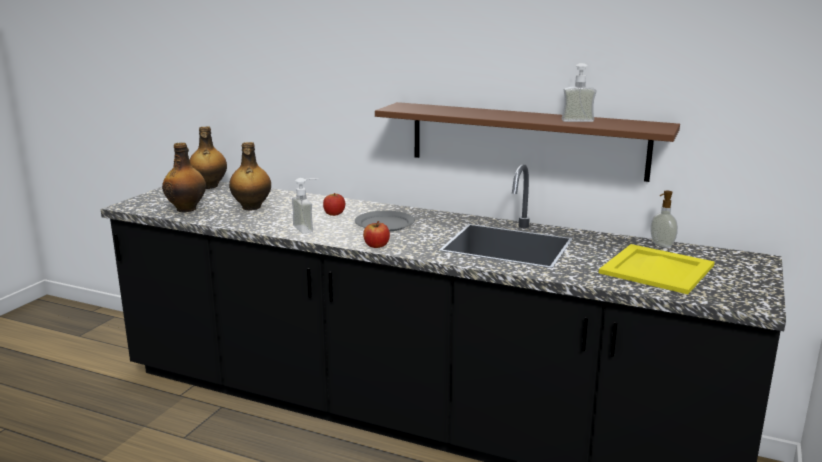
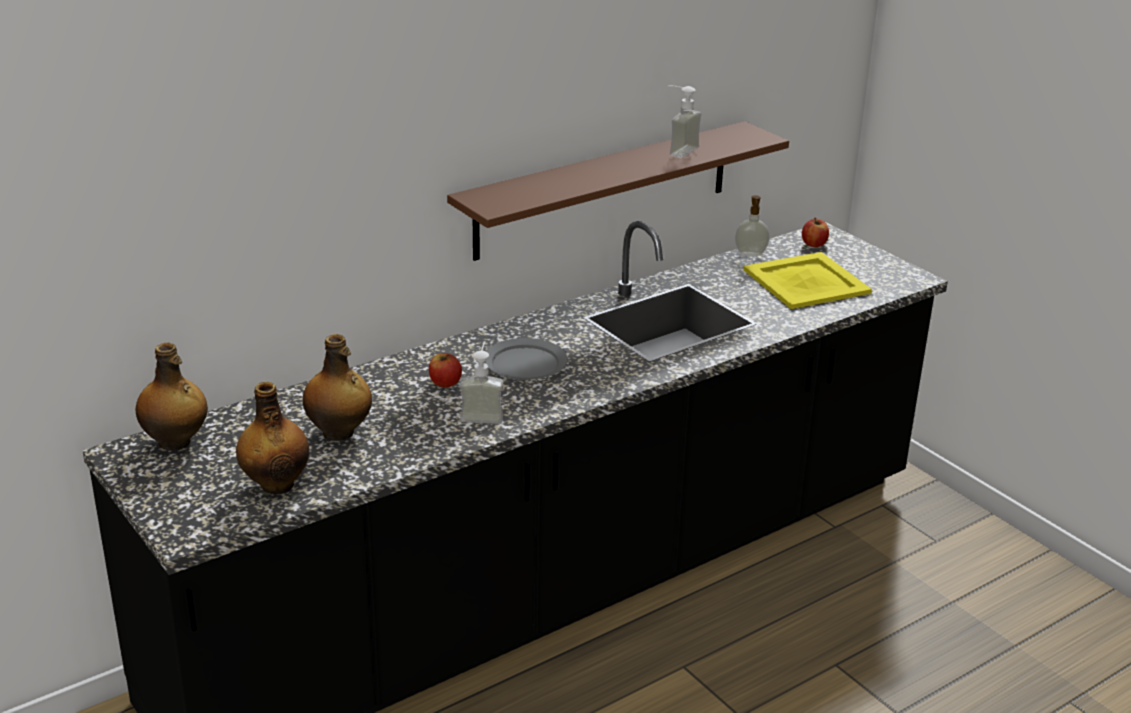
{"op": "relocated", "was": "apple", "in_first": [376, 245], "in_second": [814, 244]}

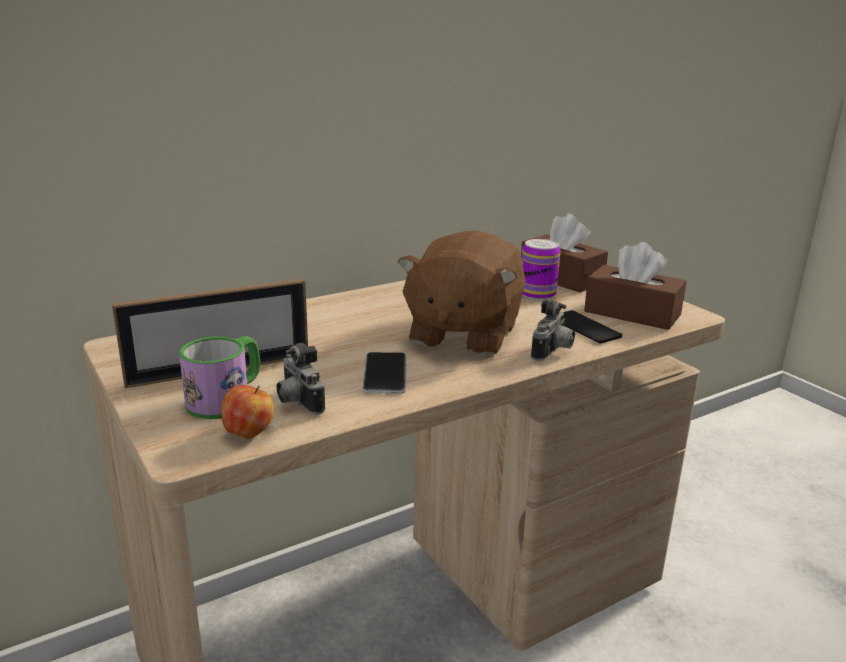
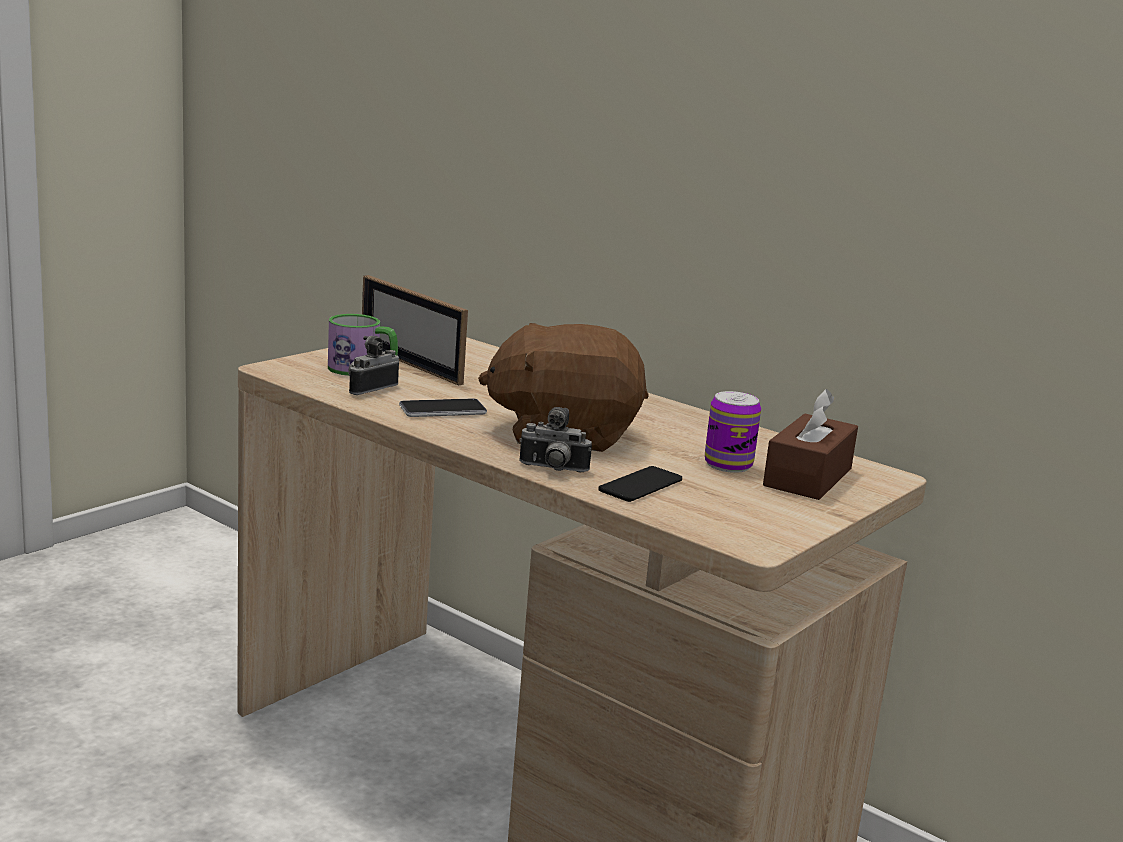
{"op": "missing", "was": "apple", "in_first": [249, 433]}
{"op": "missing", "was": "brown tissue box", "in_first": [632, 313]}

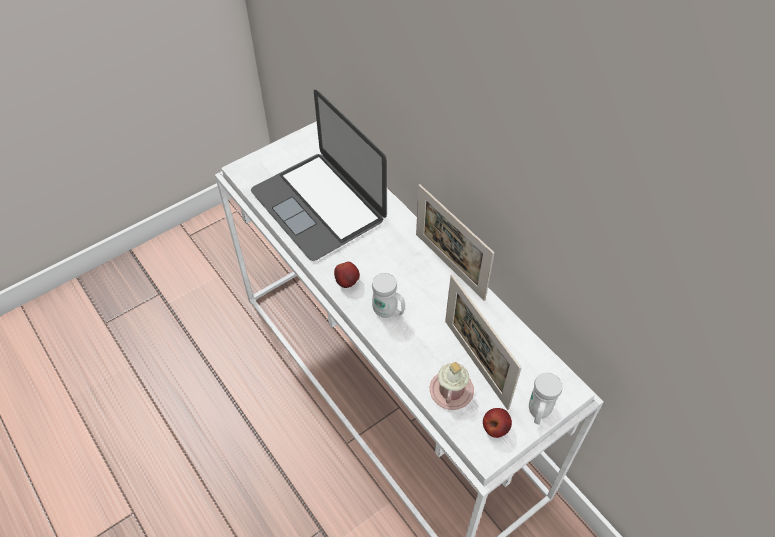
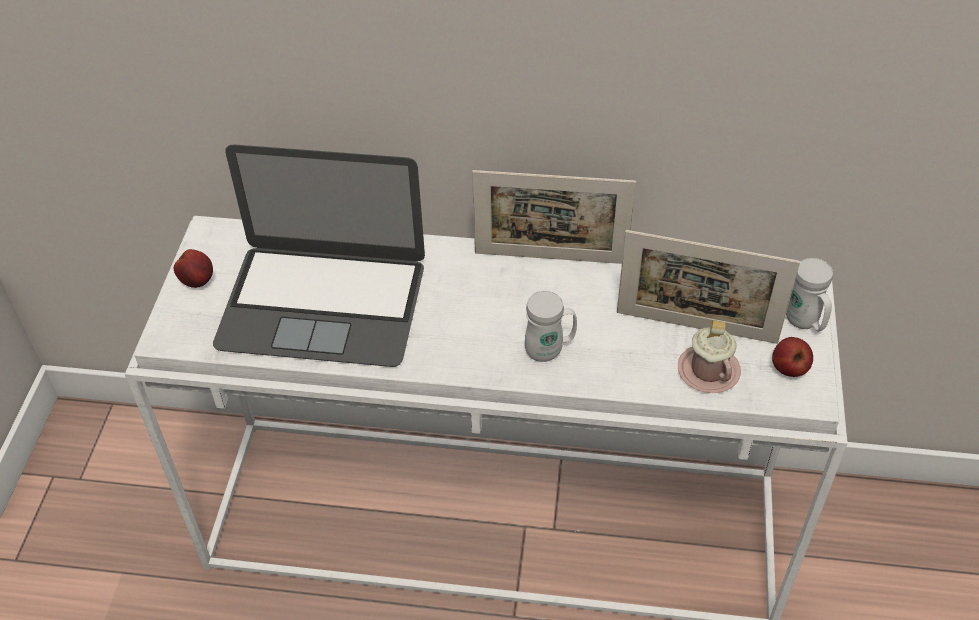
{"op": "relocated", "was": "apple", "in_first": [347, 282], "in_second": [198, 281]}

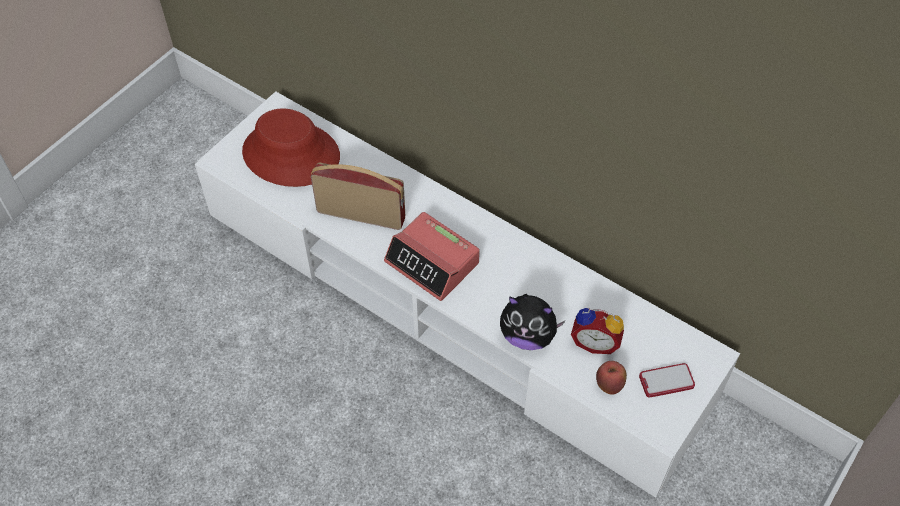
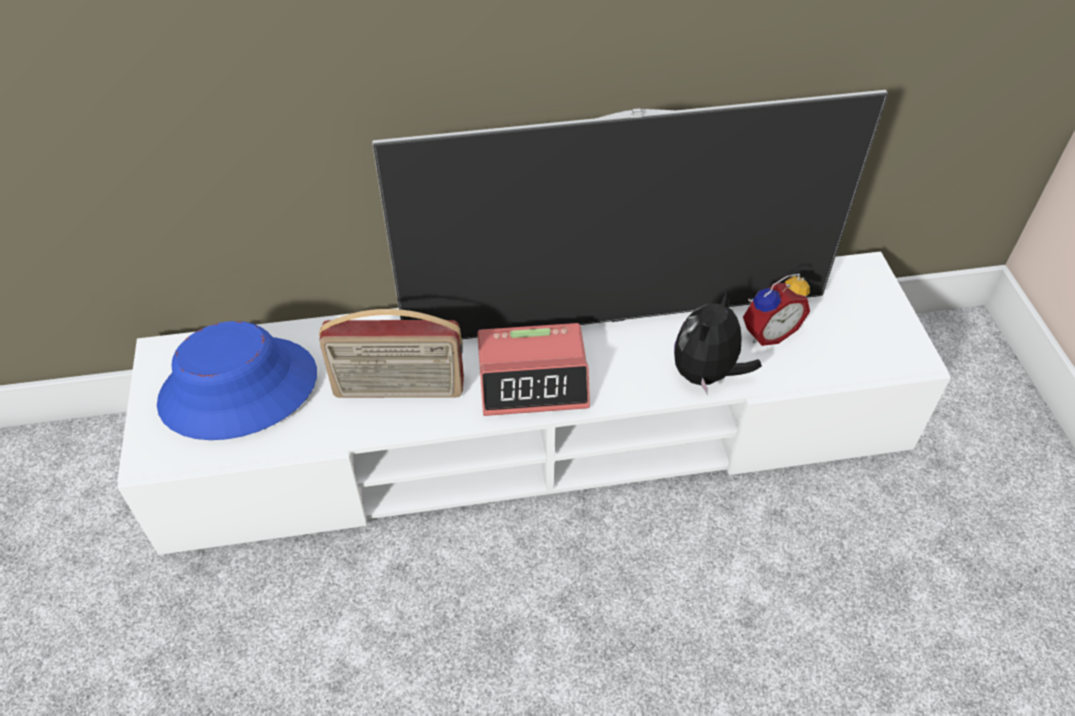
{"op": "missing", "was": "apple", "in_first": [609, 385]}
{"op": "missing", "was": "phone", "in_first": [666, 381]}
{"op": "appeared", "now": "television", "in_second": [617, 318]}
{"op": "colour", "was": "red hat", "now": "blue hat", "in_first": [291, 155], "in_second": [238, 389]}
{"op": "spun", "was": "radio", "in_first": [361, 214], "in_second": [398, 390], "clockwise": -150}
{"op": "spun", "was": "plush toy", "in_first": [527, 336], "in_second": [707, 374], "clockwise": 150}

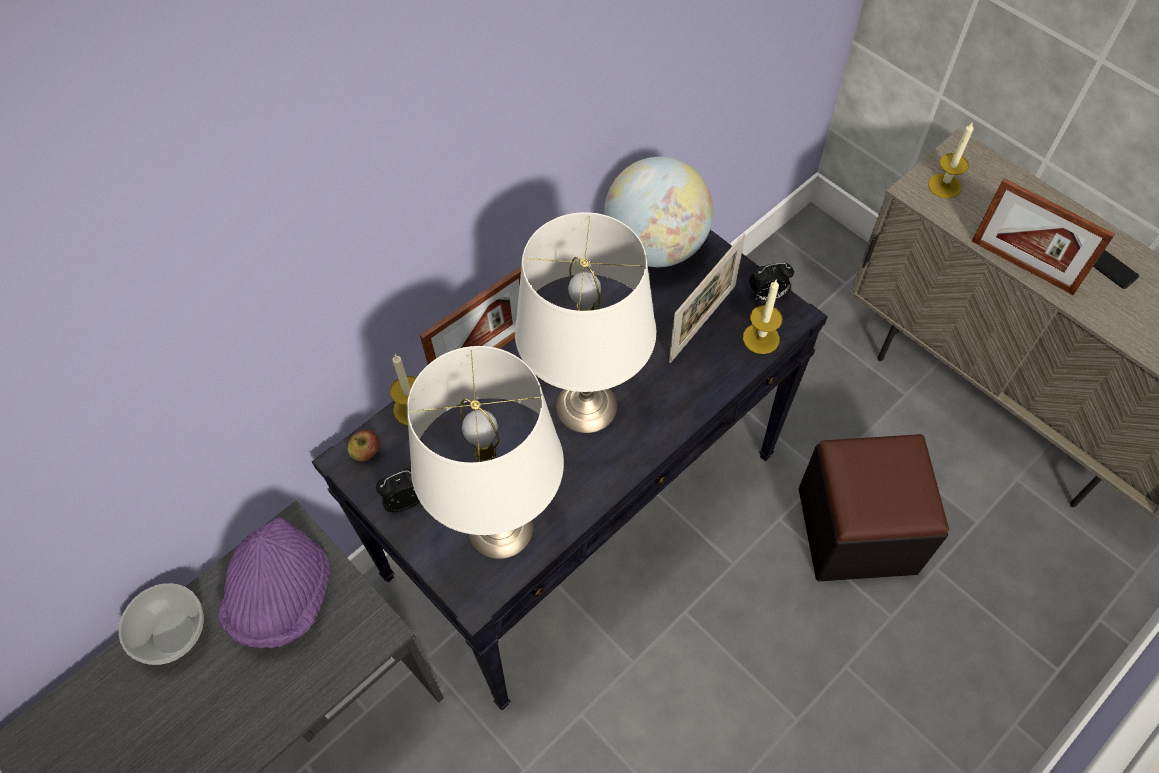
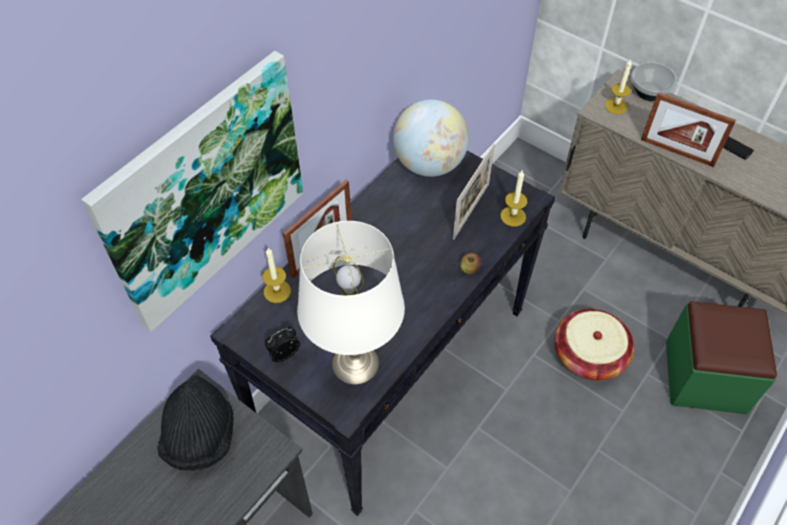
{"op": "missing", "was": "white table lamp", "in_first": [587, 406]}
{"op": "missing", "was": "alarm clock", "in_first": [767, 296]}
{"op": "appeared", "now": "picture", "in_second": [205, 192]}
{"op": "appeared", "now": "green ottoman", "in_second": [705, 376]}
{"op": "relocated", "was": "bowl", "in_first": [174, 635], "in_second": [649, 93]}
{"op": "relocated", "was": "apple", "in_first": [366, 452], "in_second": [469, 269]}
{"op": "exchanged", "was": "black ottoman", "now": "basket", "in_first": [857, 530], "in_second": [589, 355]}
{"op": "colour", "was": "purple hat", "now": "black hat", "in_first": [283, 597], "in_second": [200, 437]}

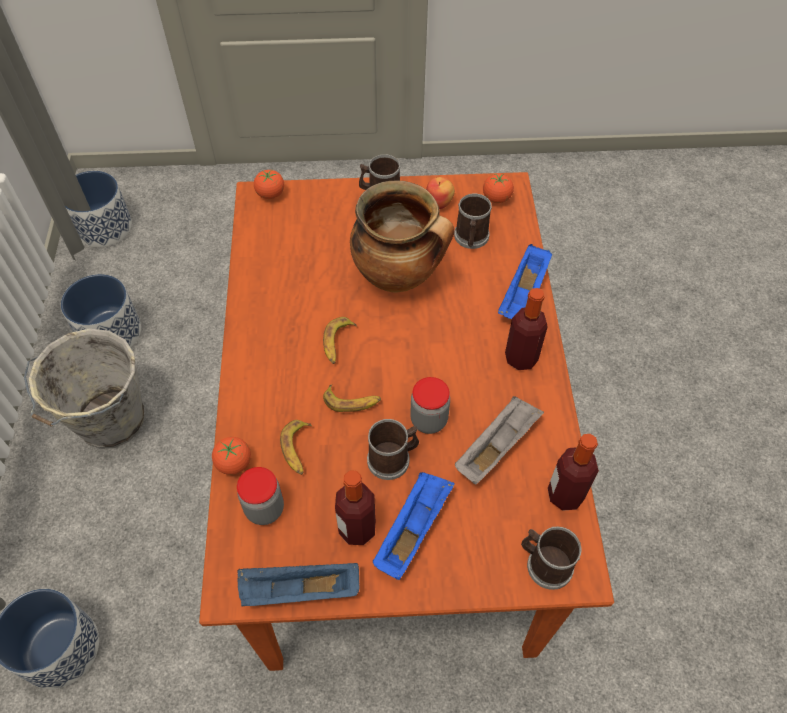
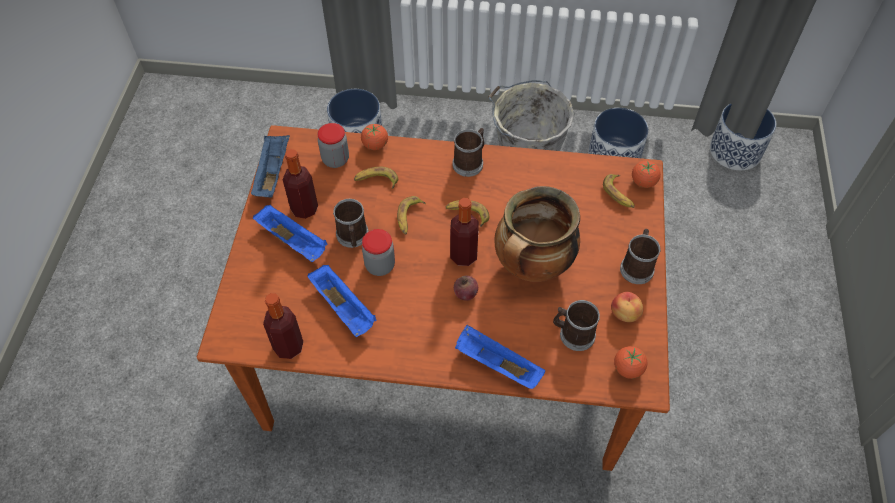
{"op": "appeared", "now": "apple", "in_second": [465, 293]}
{"op": "appeared", "now": "banana", "in_second": [618, 194]}
{"op": "relocated", "was": "bottle", "in_first": [521, 358], "in_second": [463, 255]}
{"op": "relocated", "was": "mug", "in_first": [544, 563], "in_second": [470, 162]}
{"op": "colour", "was": "grey tray", "now": "blue tray", "in_first": [497, 446], "in_second": [344, 308]}

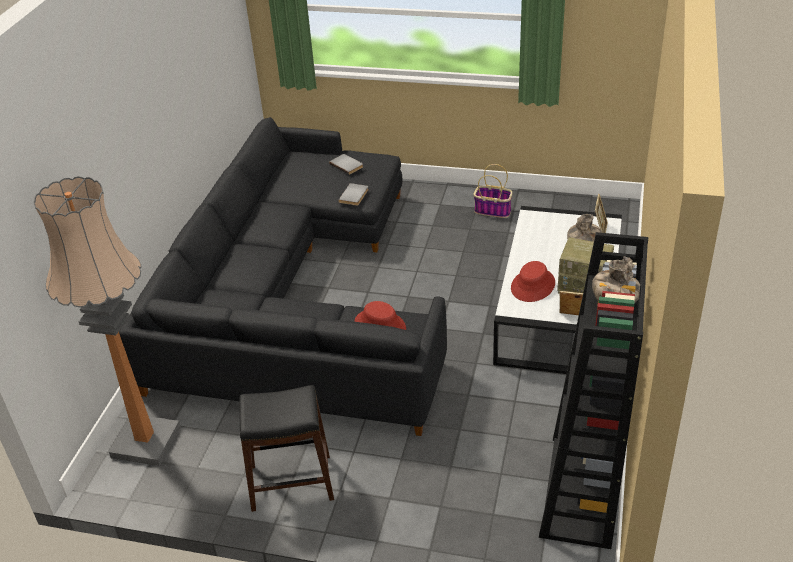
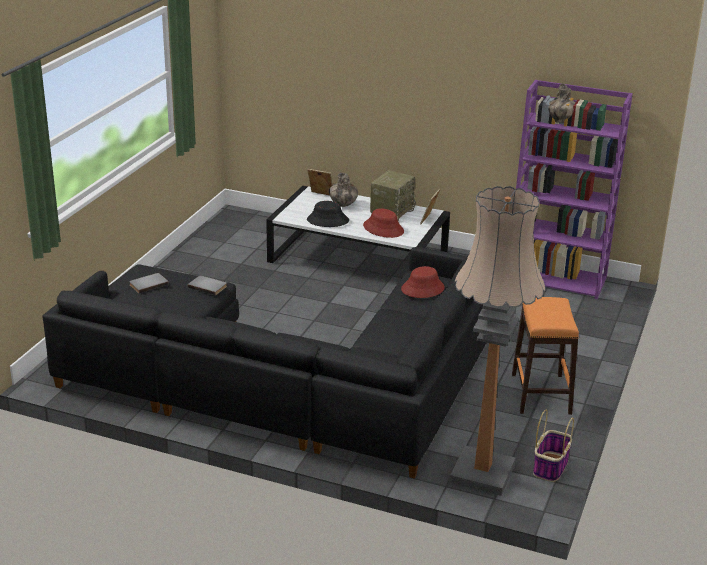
{"op": "appeared", "now": "black hat", "in_second": [327, 220]}
{"op": "relocated", "was": "basket", "in_first": [493, 210], "in_second": [550, 466]}
{"op": "colour", "was": "black stool", "now": "orange stool", "in_first": [291, 482], "in_second": [540, 394]}
{"op": "colour", "was": "black bookcase", "now": "purple bookcase", "in_first": [581, 491], "in_second": [557, 279]}

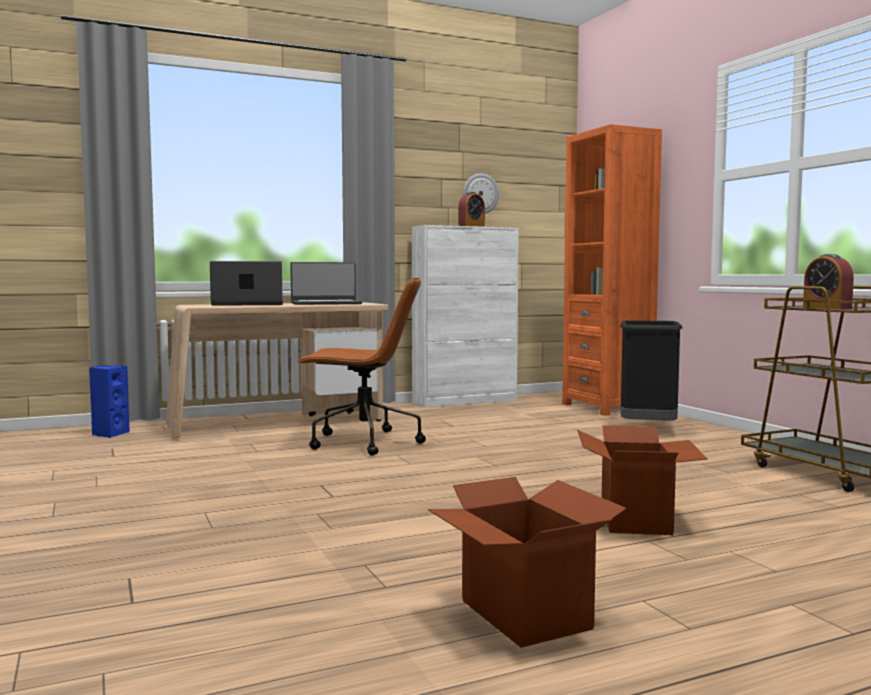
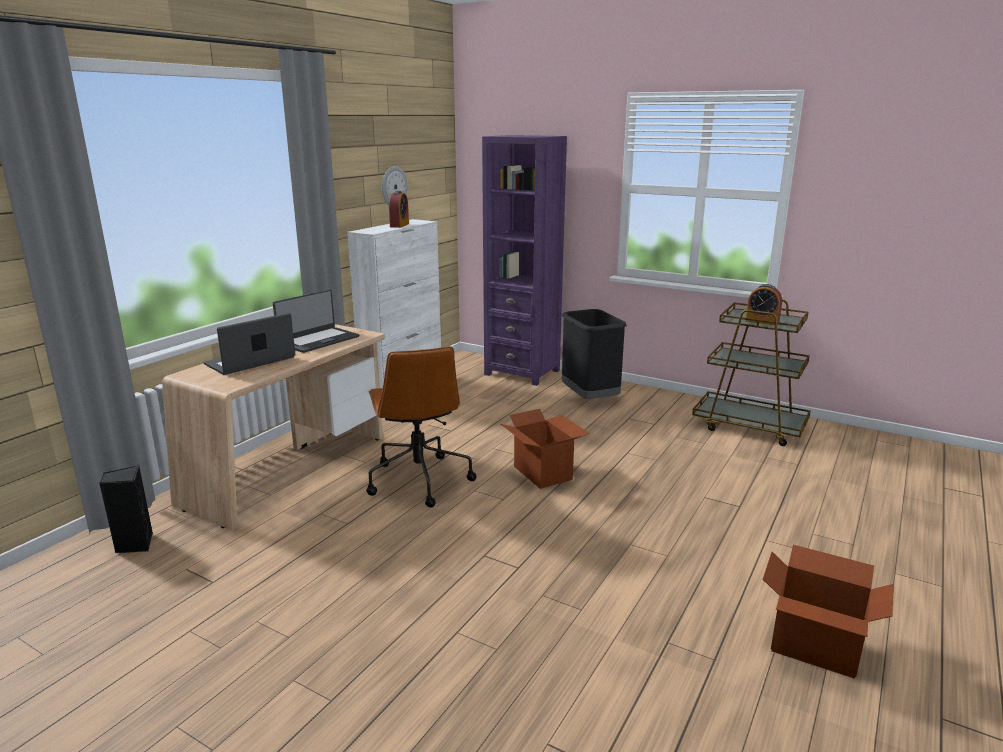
{"op": "relocated", "was": "cardboard box", "in_first": [636, 520], "in_second": [543, 473]}
{"op": "colour", "was": "blue speaker", "now": "black speaker", "in_first": [109, 434], "in_second": [134, 544]}
{"op": "colour", "was": "orange bookcase", "now": "purple bookcase", "in_first": [607, 407], "in_second": [522, 372]}
{"op": "spun", "was": "brown office chair", "in_first": [362, 442], "in_second": [419, 479], "clockwise": 105}

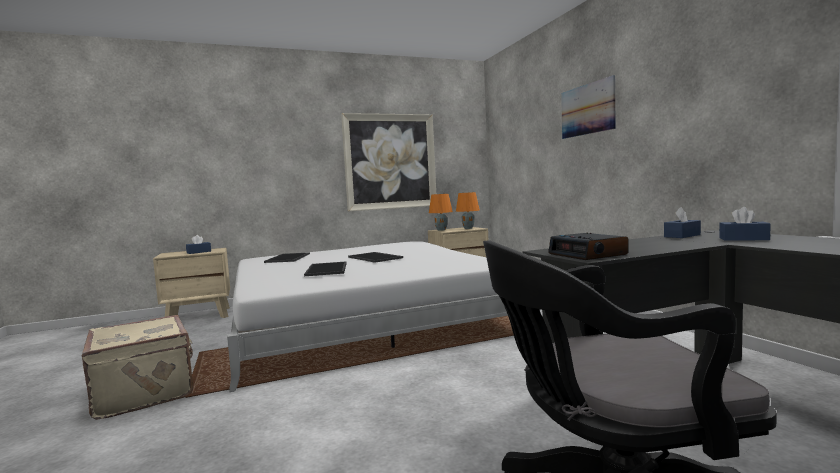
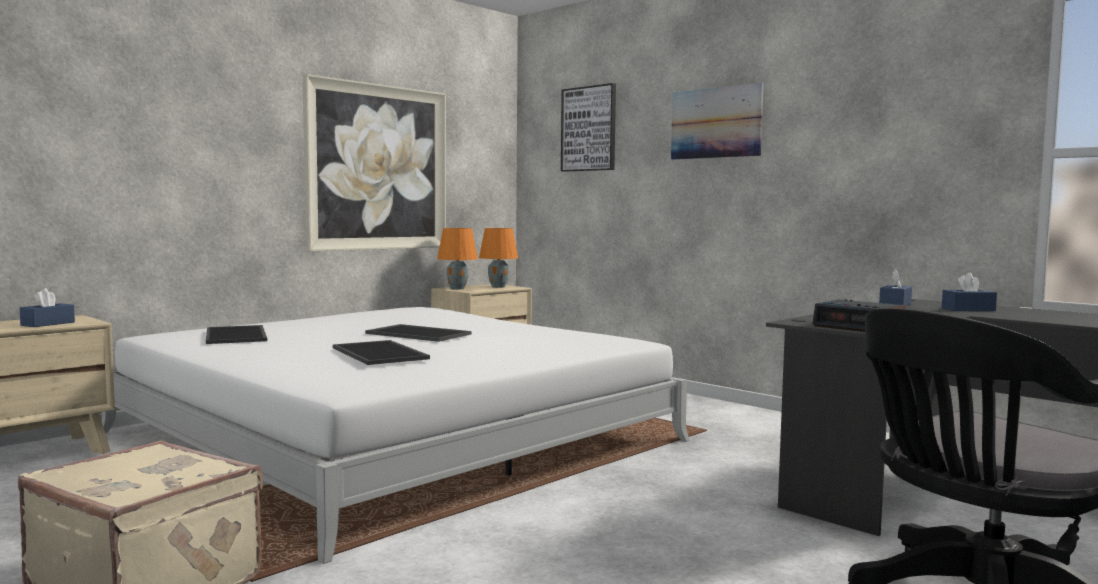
{"op": "appeared", "now": "picture", "in_second": [589, 129]}

